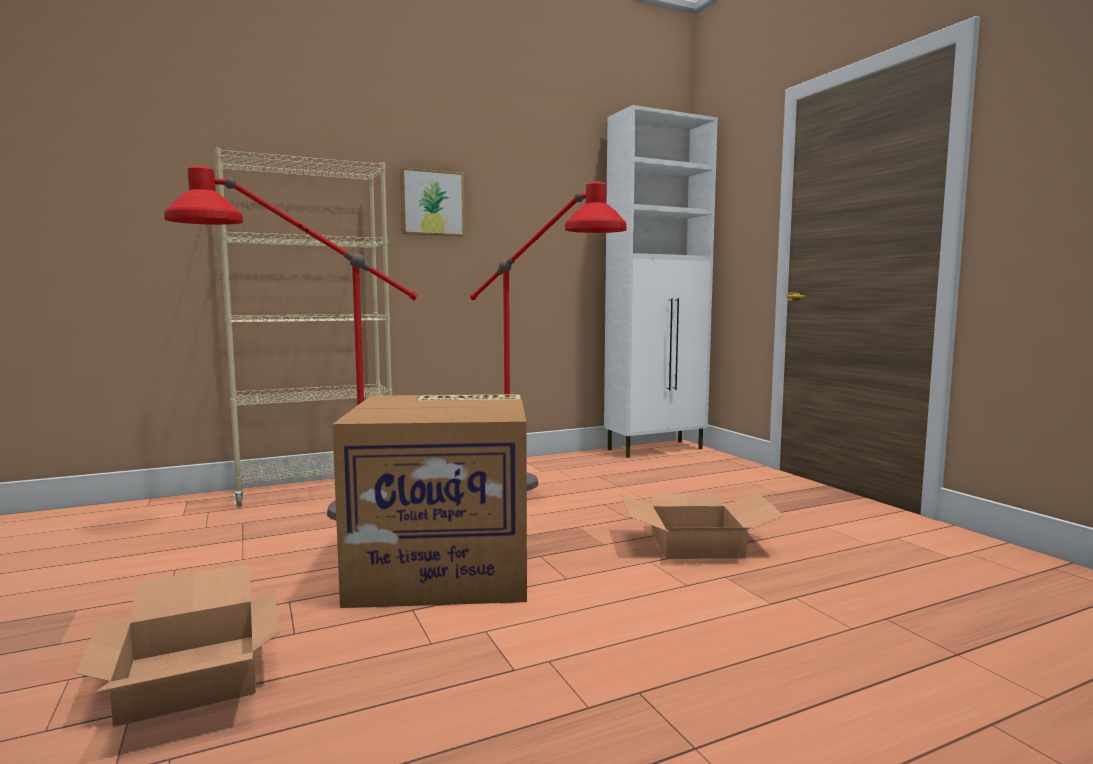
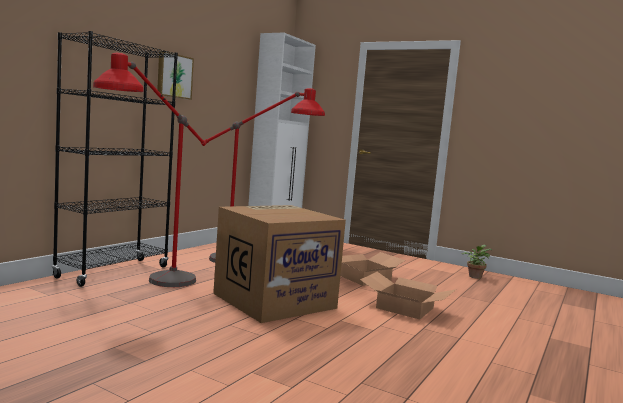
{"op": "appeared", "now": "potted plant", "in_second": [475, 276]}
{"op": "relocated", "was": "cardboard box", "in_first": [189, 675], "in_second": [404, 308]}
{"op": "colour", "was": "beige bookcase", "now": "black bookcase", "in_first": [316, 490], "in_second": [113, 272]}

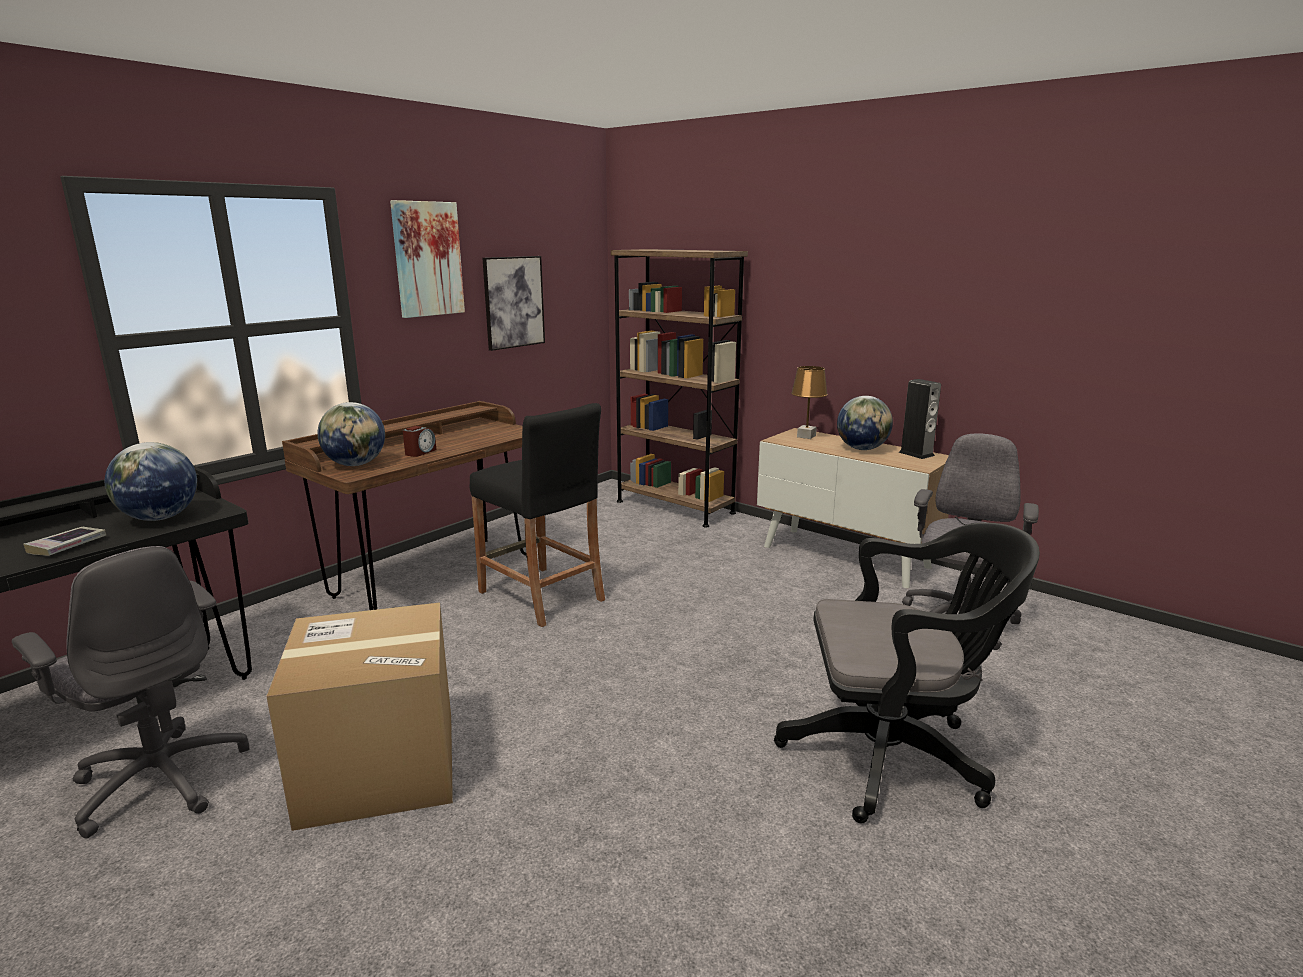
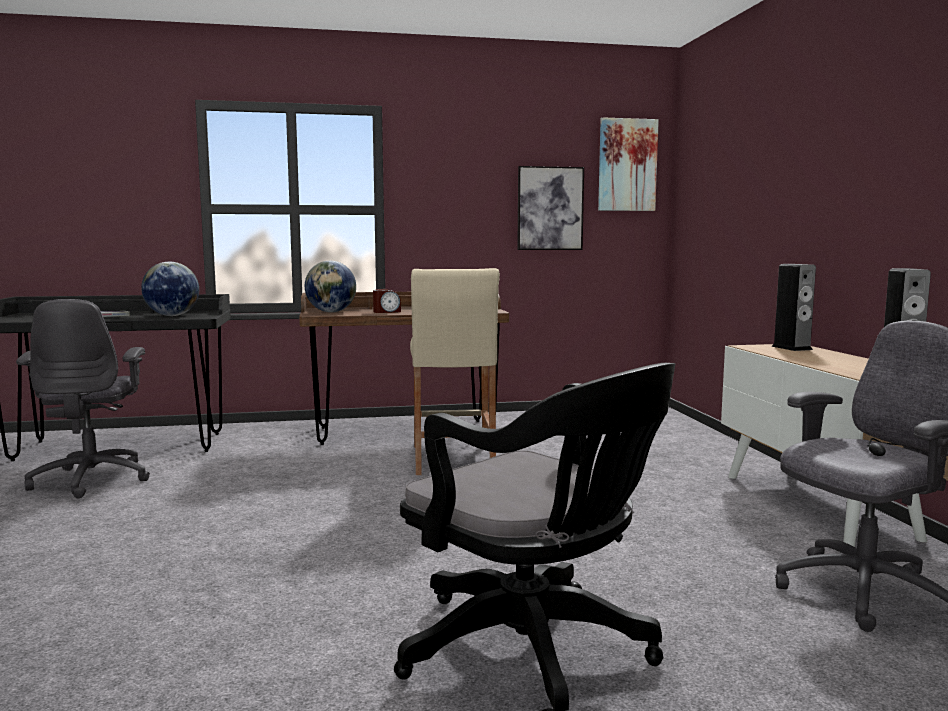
{"op": "missing", "was": "cardboard box", "in_first": [379, 767]}
{"op": "missing", "was": "brown bookcase", "in_first": [675, 507]}
{"op": "missing", "was": "globe", "in_first": [862, 449]}
{"op": "relocated", "was": "picture", "in_first": [427, 259], "in_second": [627, 165]}
{"op": "exchanged", "was": "brown table lamp", "now": "speaker", "in_first": [806, 436], "in_second": [791, 348]}
{"op": "colour", "was": "black stool", "now": "beige stool", "in_first": [541, 596], "in_second": [453, 459]}

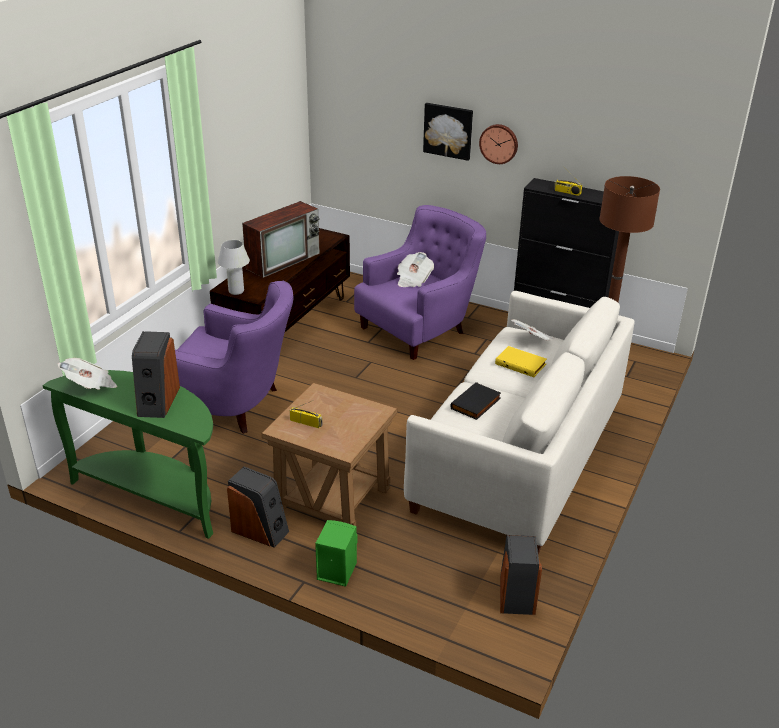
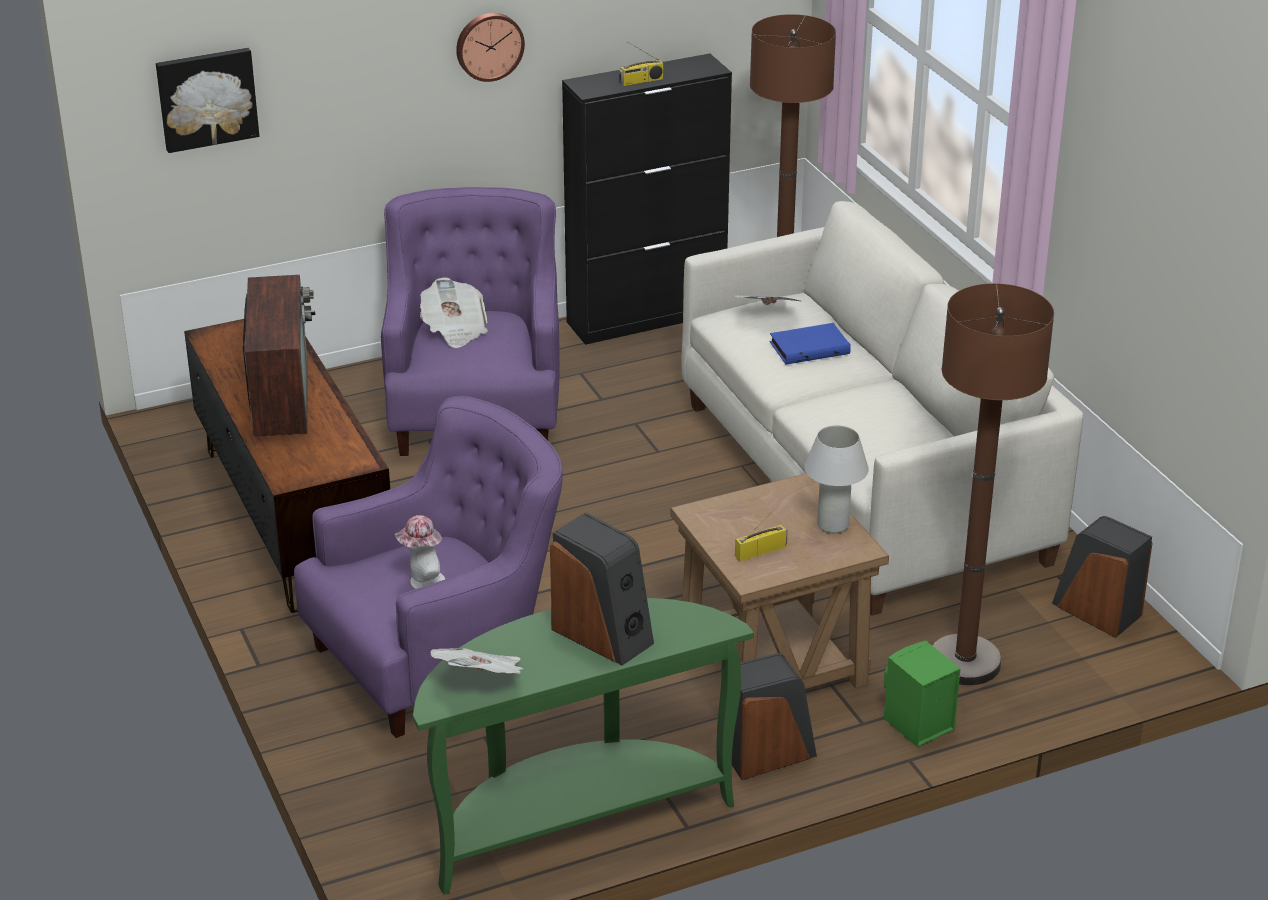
{"op": "missing", "was": "black book", "in_first": [476, 404]}
{"op": "appeared", "now": "hat", "in_second": [423, 582]}
{"op": "appeared", "now": "brown floor lamp", "in_second": [964, 662]}
{"op": "relocated", "was": "white table lamp", "in_first": [236, 291], "in_second": [833, 525]}
{"op": "relocated", "was": "picture", "in_first": [448, 130], "in_second": [207, 98]}
{"op": "colour", "was": "yellow book", "now": "blue book", "in_first": [521, 364], "in_second": [809, 347]}

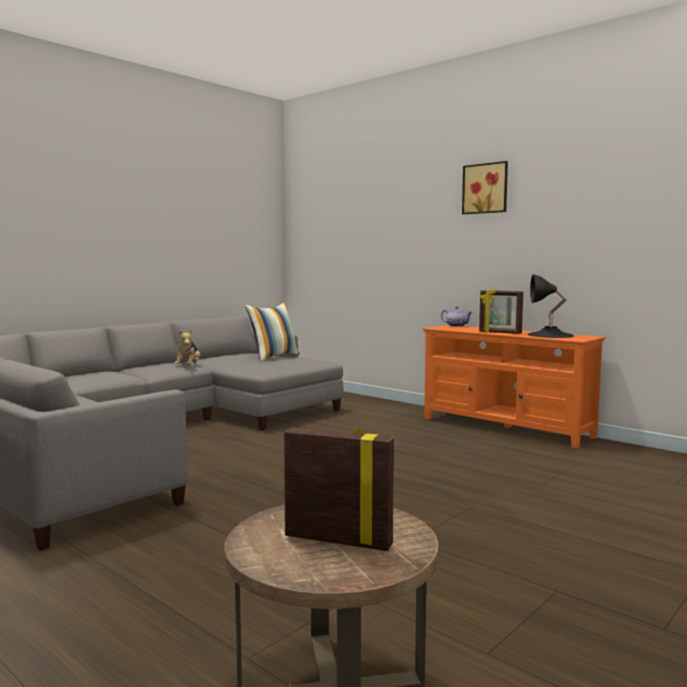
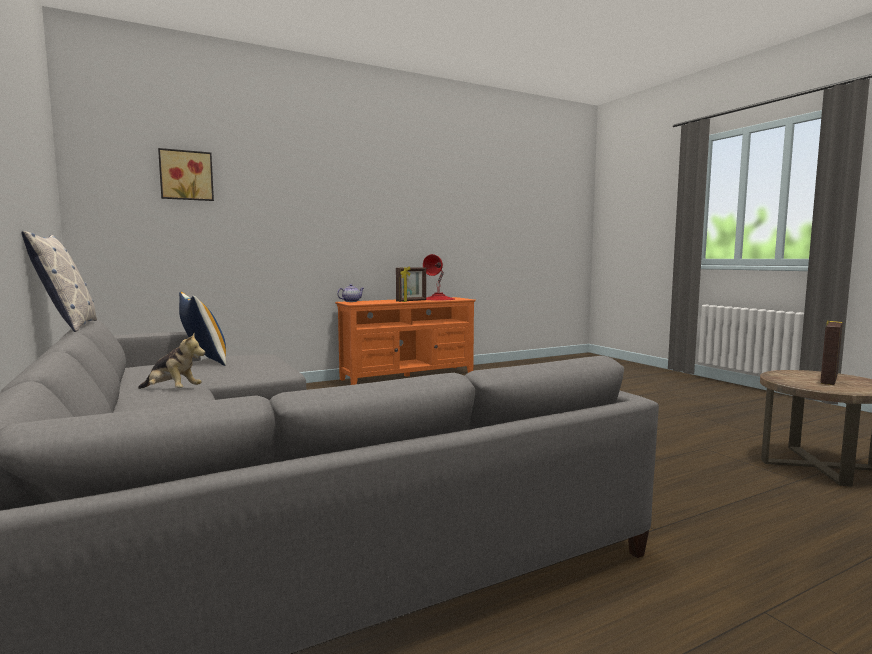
{"op": "appeared", "now": "pillow", "in_second": [68, 327]}
{"op": "relocated", "was": "picture", "in_first": [486, 188], "in_second": [186, 175]}
{"op": "colour", "was": "black table lamp", "now": "red table lamp", "in_first": [550, 335], "in_second": [438, 299]}

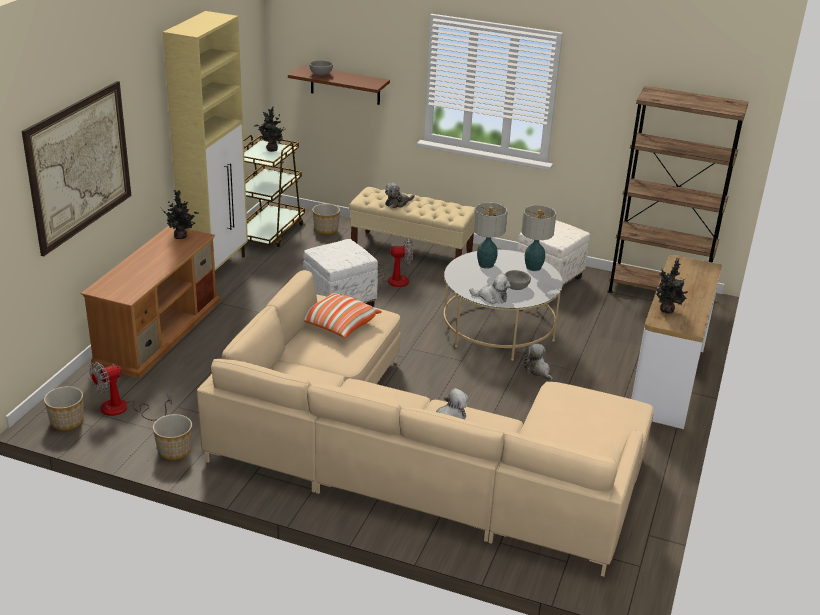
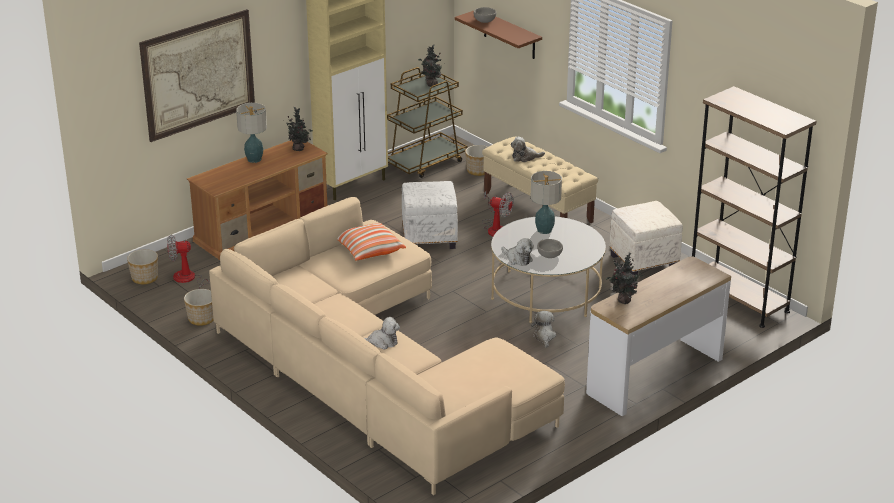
{"op": "relocated", "was": "table lamp", "in_first": [533, 267], "in_second": [254, 159]}

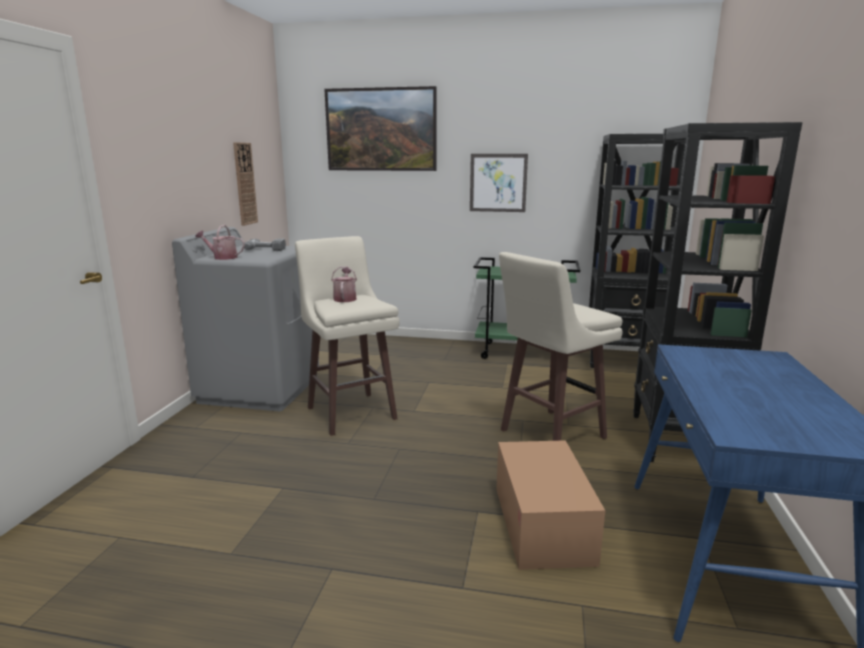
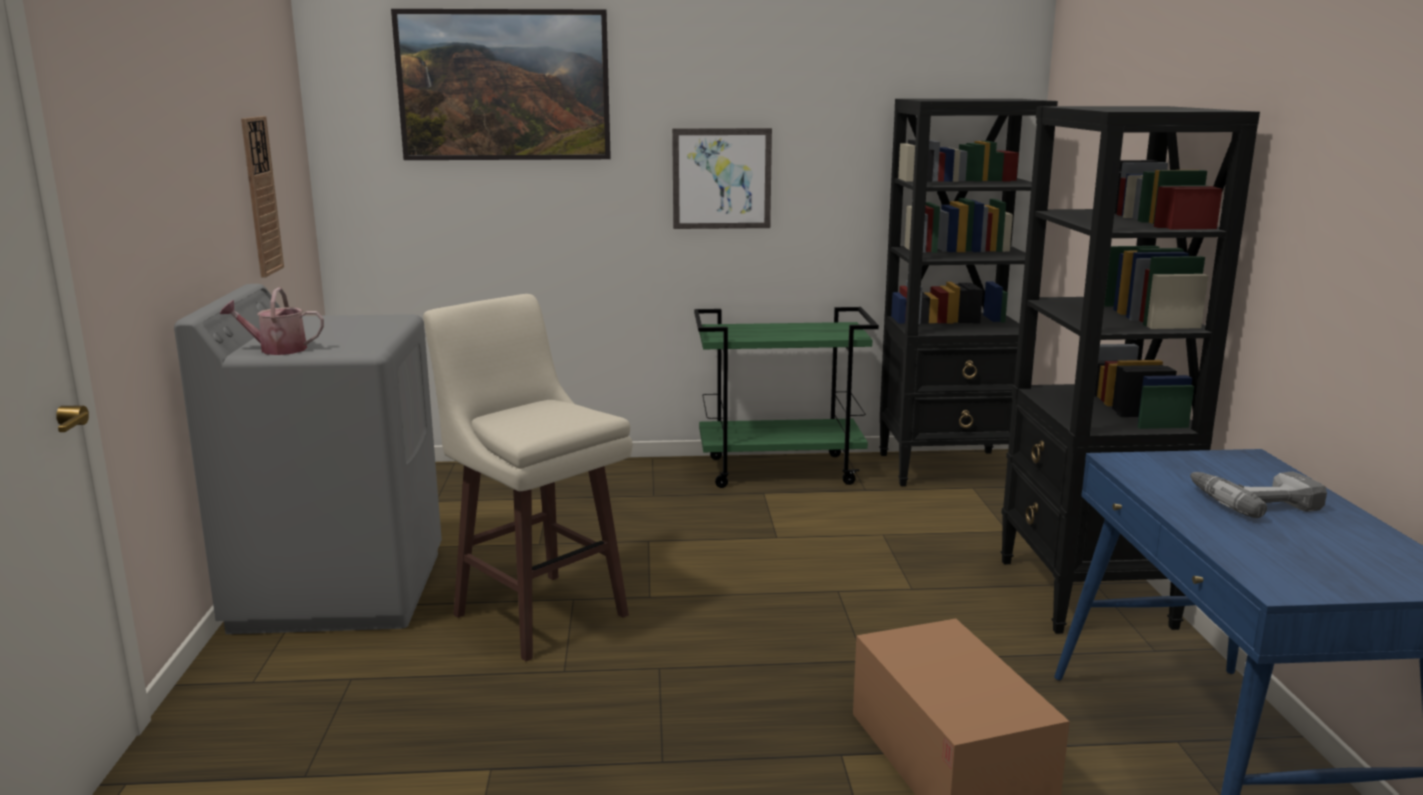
{"op": "missing", "was": "watering can", "in_first": [345, 298]}
{"op": "missing", "was": "beige stool", "in_first": [549, 434]}
{"op": "relocated", "was": "power drill", "in_first": [267, 248], "in_second": [1253, 500]}

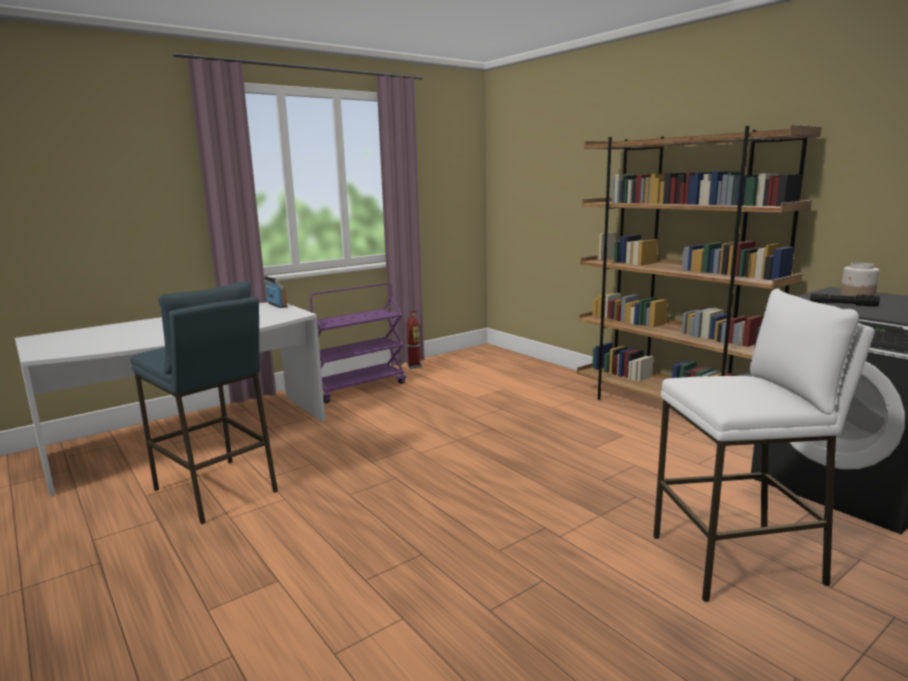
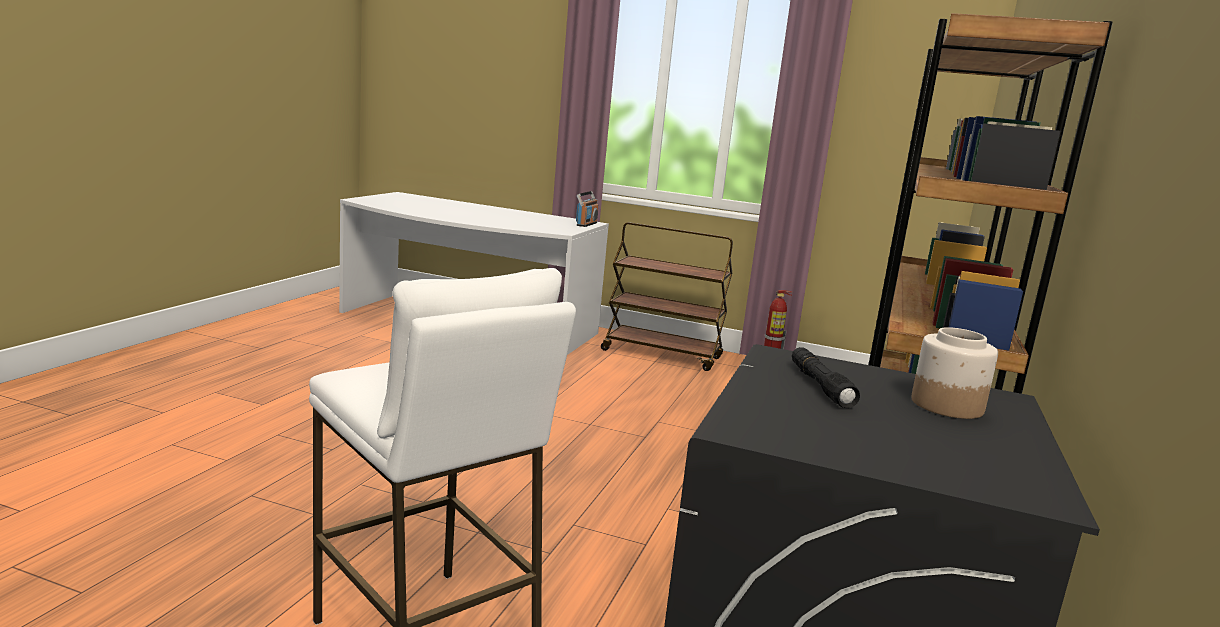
{"op": "missing", "was": "blue stool", "in_first": [216, 490]}
{"op": "colour", "was": "purple cart", "now": "brown cart", "in_first": [358, 387], "in_second": [662, 354]}

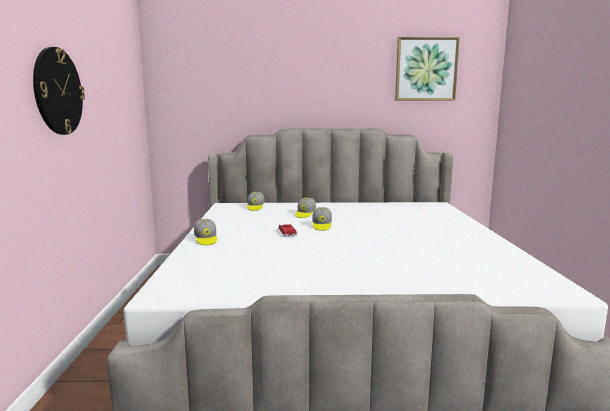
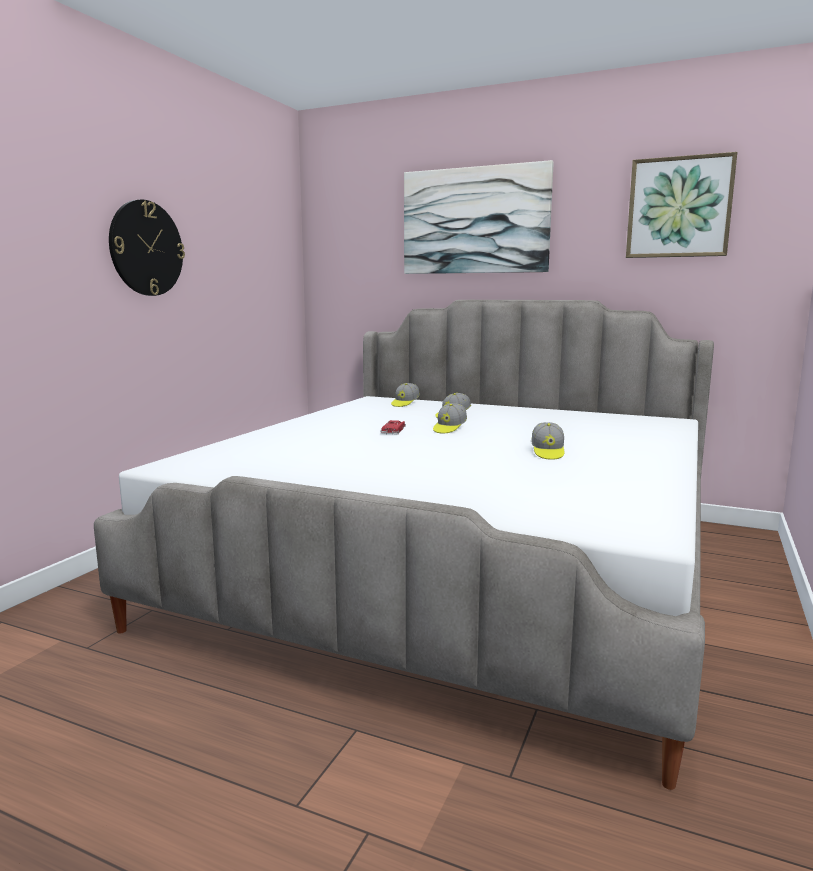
{"op": "appeared", "now": "picture", "in_second": [475, 221]}
{"op": "relocated", "was": "cap", "in_first": [206, 240], "in_second": [547, 453]}

